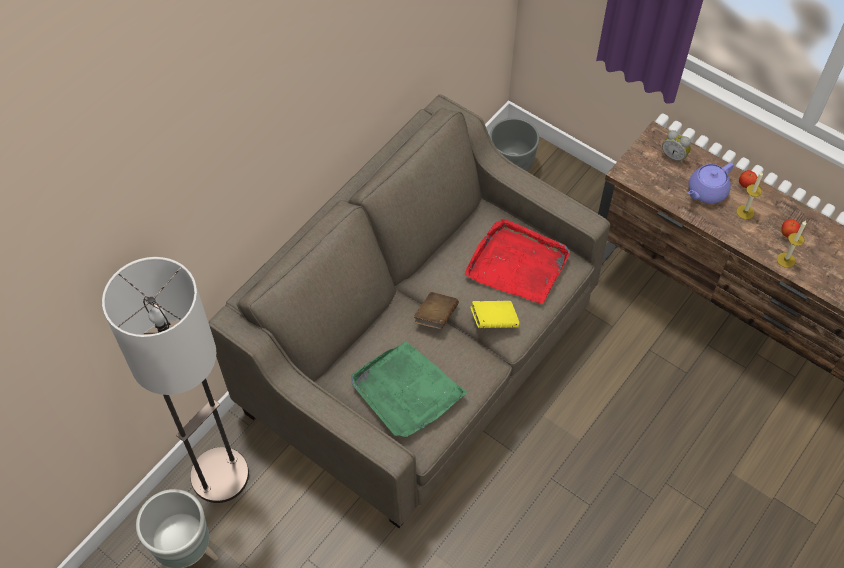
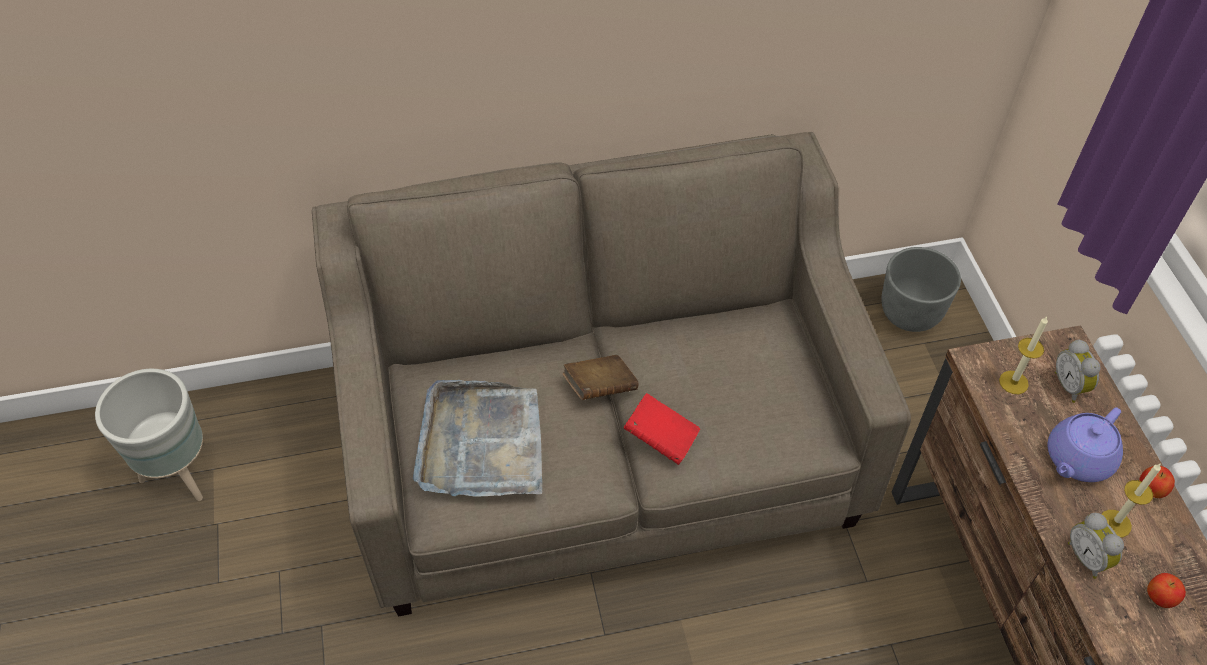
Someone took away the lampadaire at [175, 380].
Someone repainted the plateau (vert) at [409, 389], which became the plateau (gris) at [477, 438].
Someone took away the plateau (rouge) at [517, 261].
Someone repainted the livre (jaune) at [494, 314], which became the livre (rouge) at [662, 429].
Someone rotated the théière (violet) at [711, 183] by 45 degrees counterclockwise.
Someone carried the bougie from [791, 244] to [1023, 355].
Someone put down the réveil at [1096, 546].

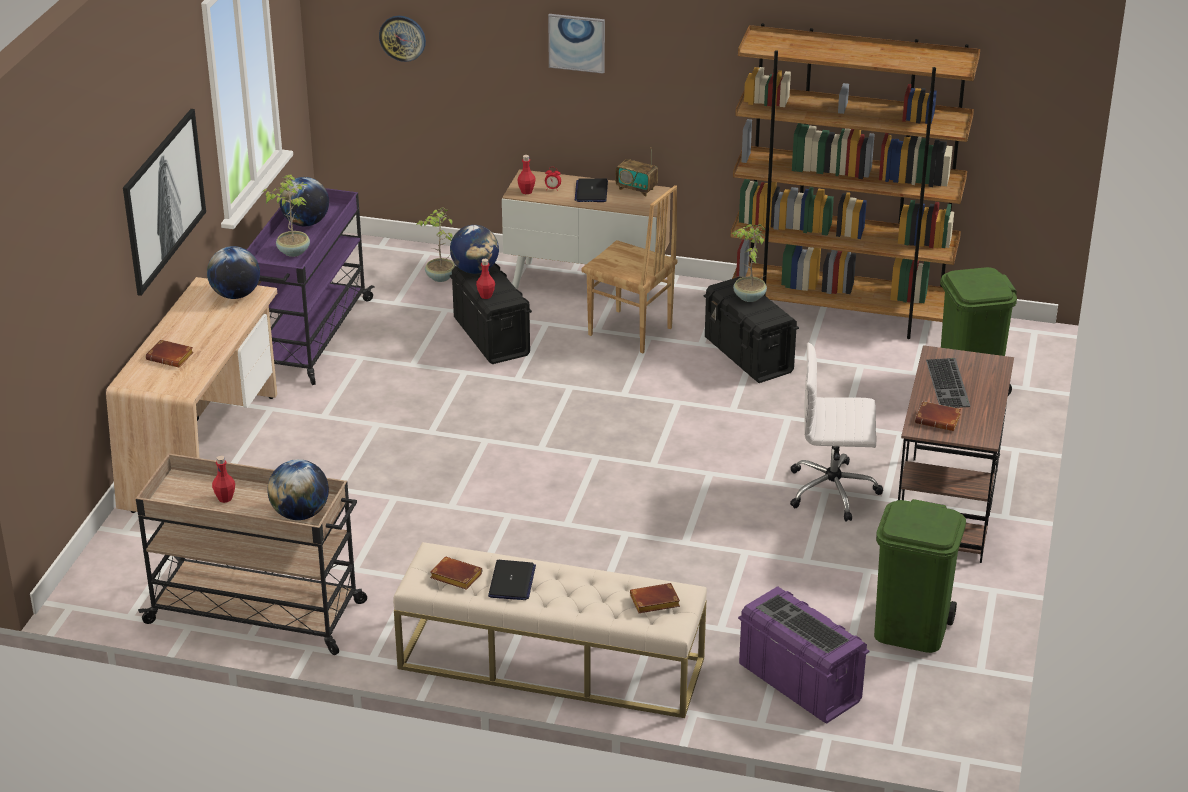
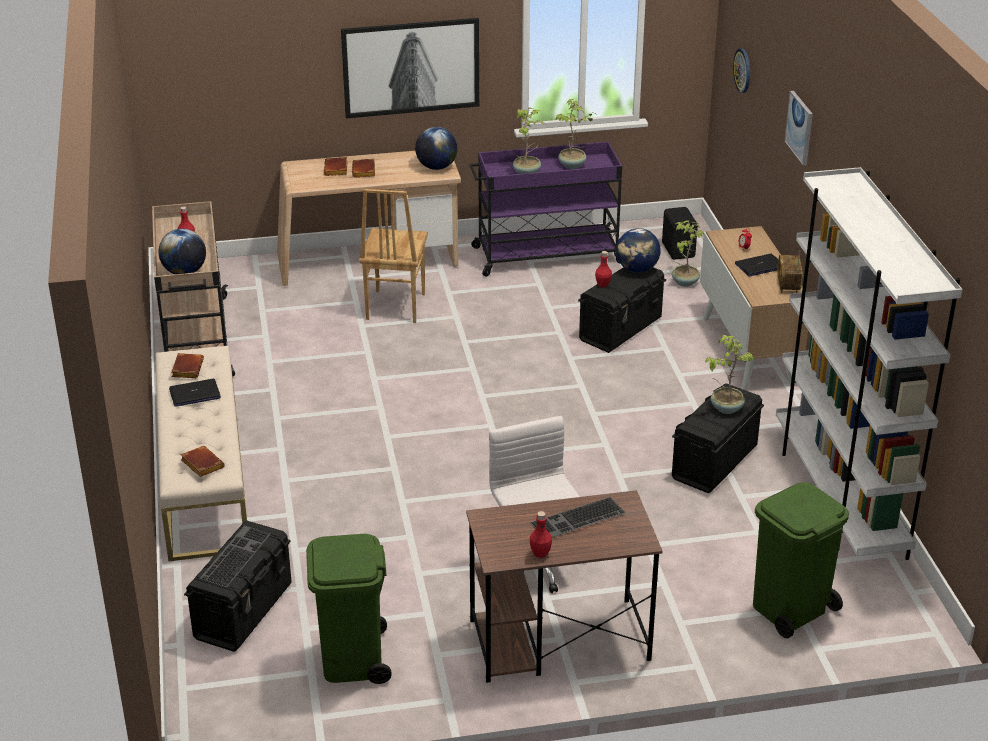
Someone swapped the globe at [304, 201] for the plante en pot at [576, 134].
Someone carried the bouteille (rouge) from [526, 174] to [541, 534].
Someone carried the chaise (marron) from [629, 269] to [393, 256].
Someone repainted the bibliothèque (marron) at [855, 181], which became the bibliothèque (blanc) at [869, 363].
Someone repainted the boîte de rangement (violet) at [803, 655], which became the boîte de rangement (noir) at [238, 586].
Someone carried the livre (marron) from [938, 416] to [363, 168].
Someone put down the enceinte (noir) at [680, 233].

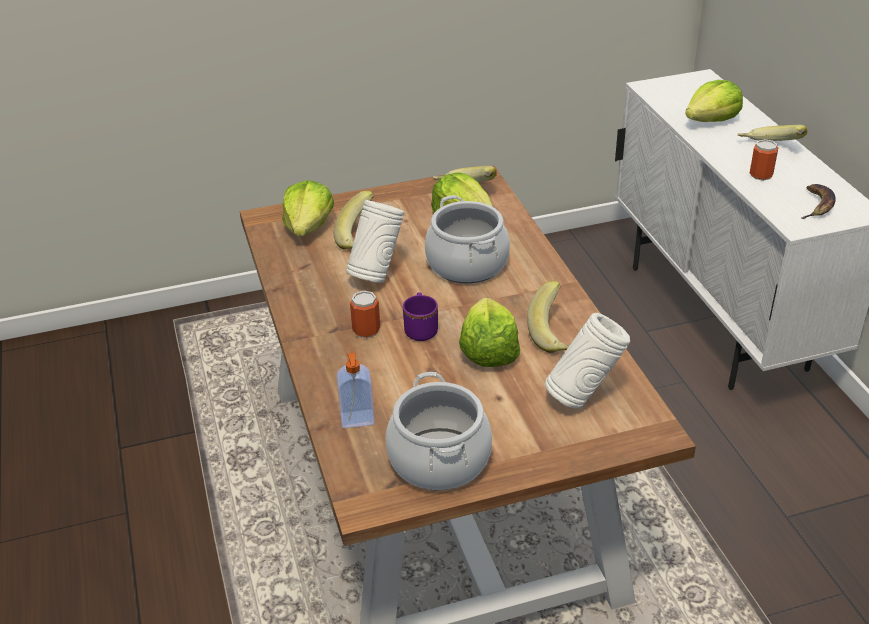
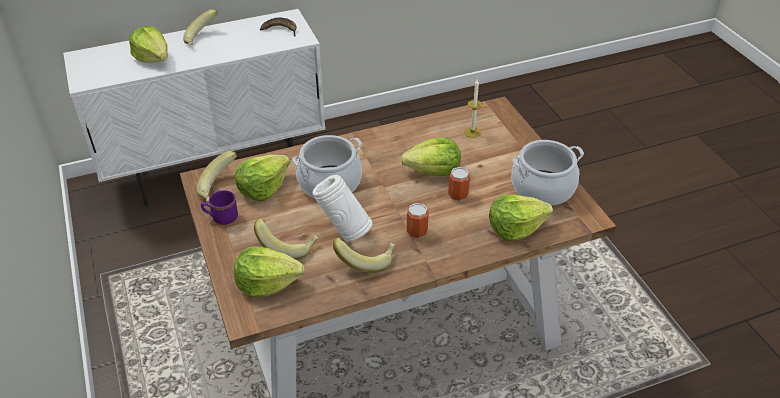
Someone swapped the distributeur de savon at [355, 390] for the laitue at [521, 218].
Someone carried the mug (violet) from [420, 316] to [219, 207].
Someone carried the banane from [548, 317] to [364, 255].
Someone swapped the vase (blanc) at [587, 361] for the bougie at [473, 108].
Someone carried the boîte métallique from [764, 160] to [459, 184].

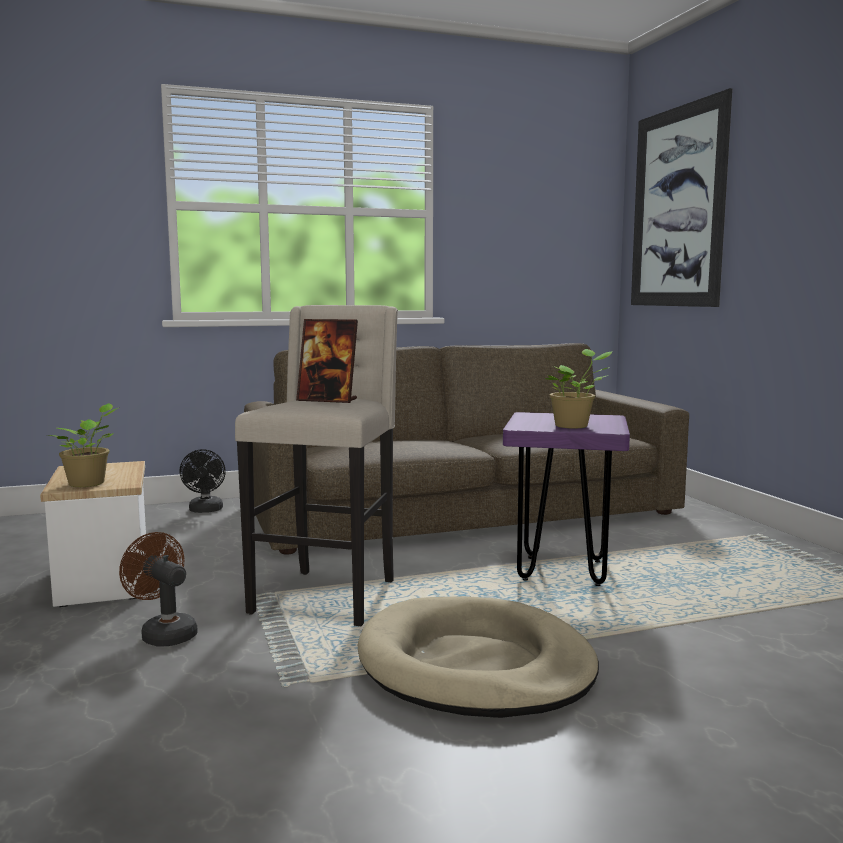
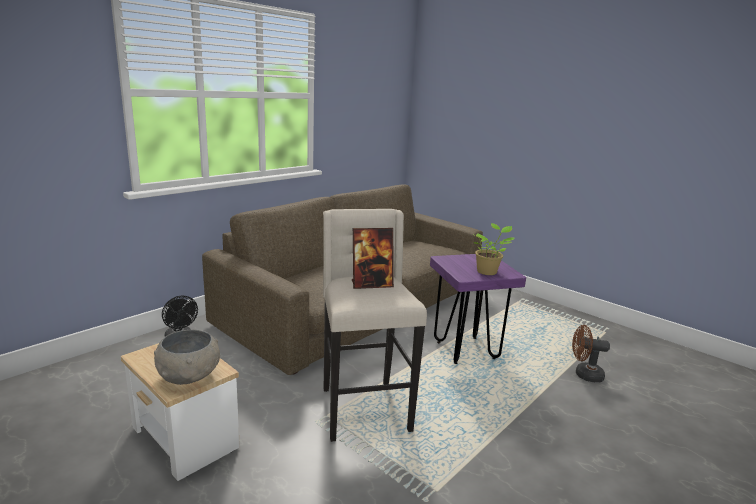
Someone swapped the plante en pot at [82, 445] for the bol (gris) at [187, 357].
Someone carried the ventilateur (marron) from [158, 589] to [591, 354].
Someone took away the panier pour chien (beige) at [478, 657].
Someone took away the tableau at [681, 197].

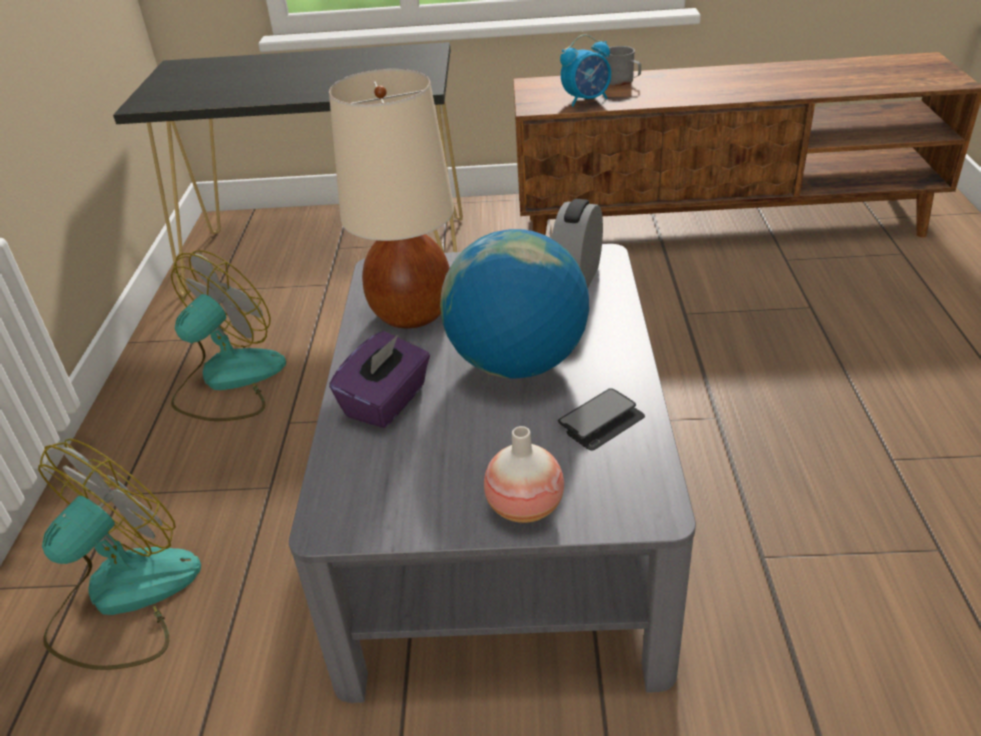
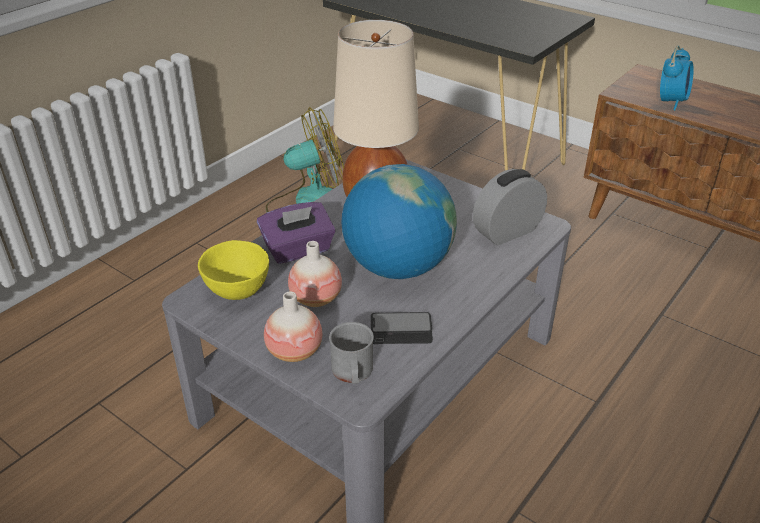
Someone took away the ventilateur at [119, 554].
Someone rotated the réveil at [585, 70] by 75 degrees counterclockwise.
Someone carried the mug (gris) from [623, 66] to [351, 353].
Someone put down the bol (jaune) at [233, 270].
Someone put down the vase at [315, 274].

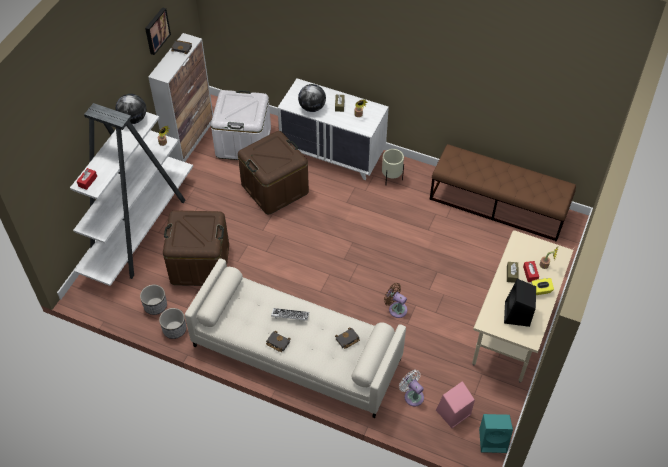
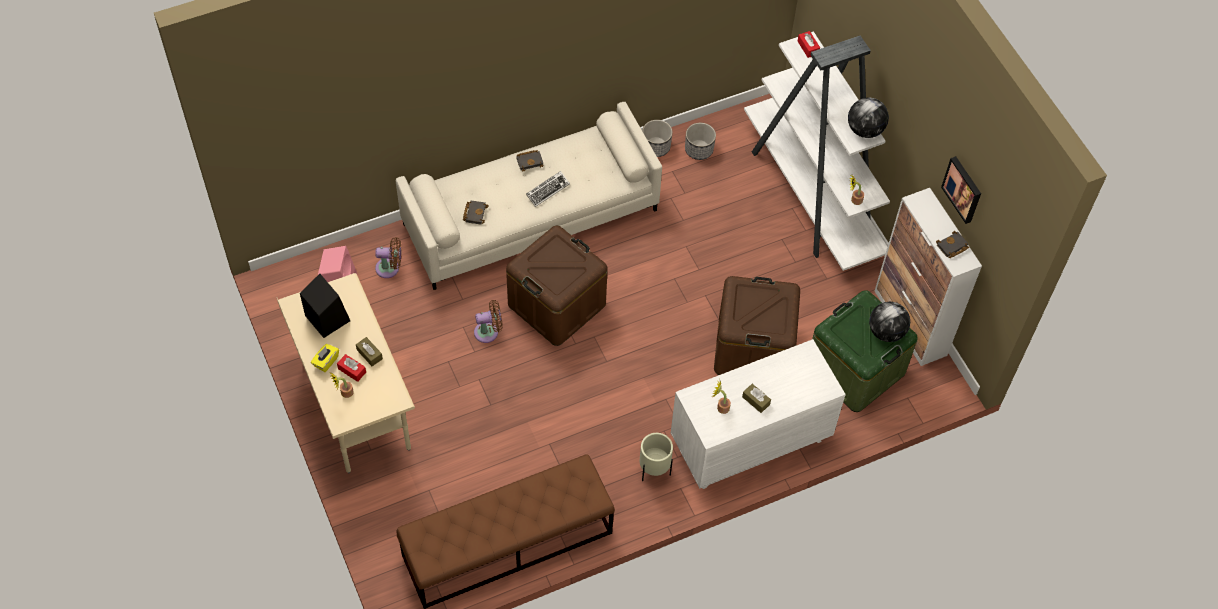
Someone carried the boîte de rangement (marron) from [196, 248] to [557, 286].
Someone repainted the boîte de rangement (blanc) at [241, 125], which became the boîte de rangement (vert) at [865, 351].
Someone carried the globe from [312, 98] to [889, 322].
Someone repainted the ventilateur (blanc) at [411, 388], which became the ventilateur (marron) at [388, 257].
Someone took away the enceinte (turquoise) at [496, 433].

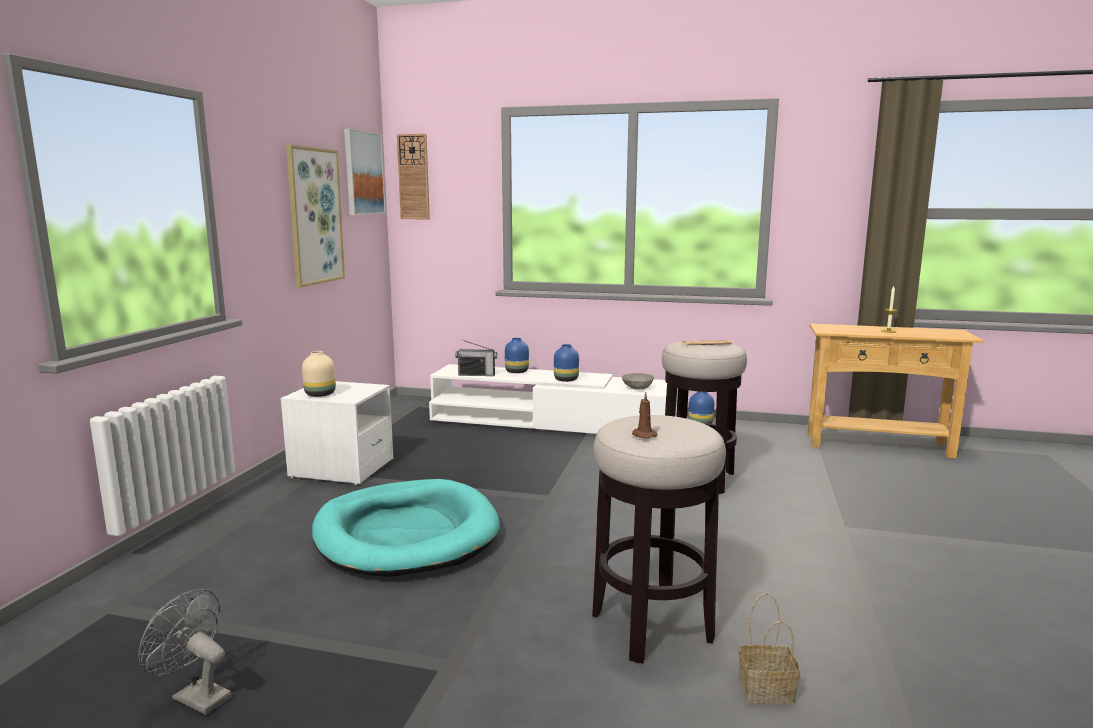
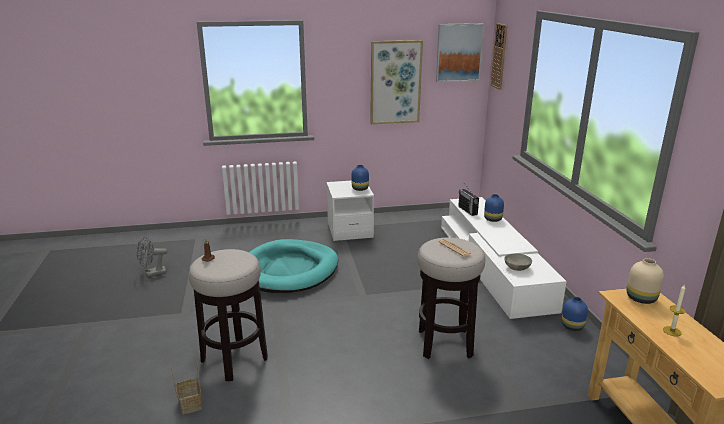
Someone rotated the ventilateur (gris) at [185, 652] by 120 degrees counterclockwise.
Someone carried the vase (beige) from [319, 374] to [645, 281].
Someone carried the vase (bleu) from [566, 363] to [360, 178].

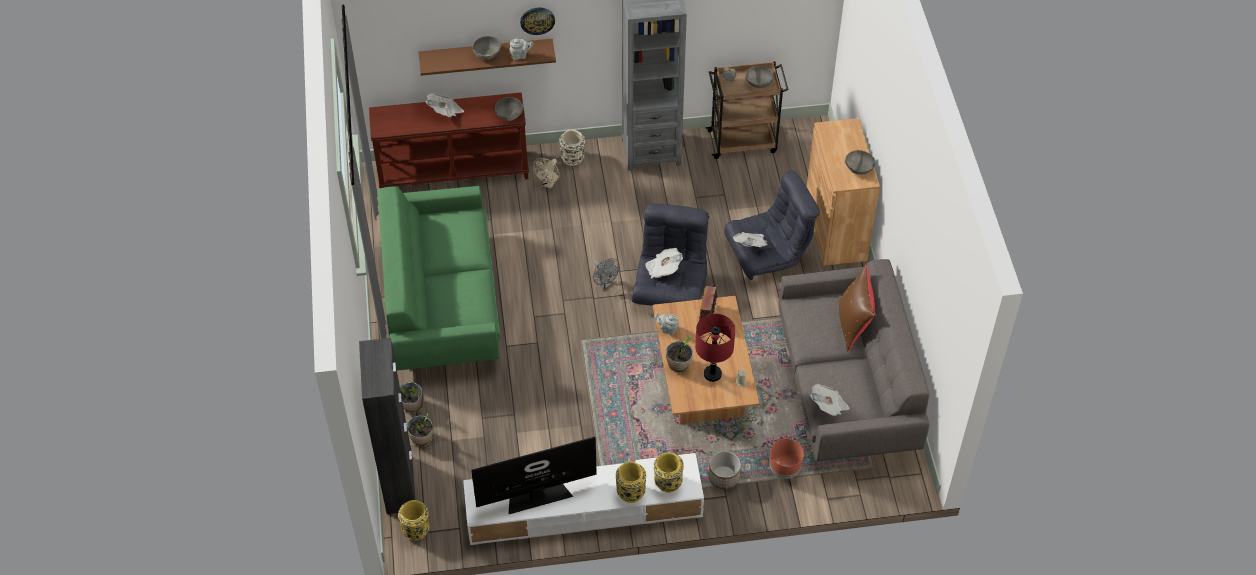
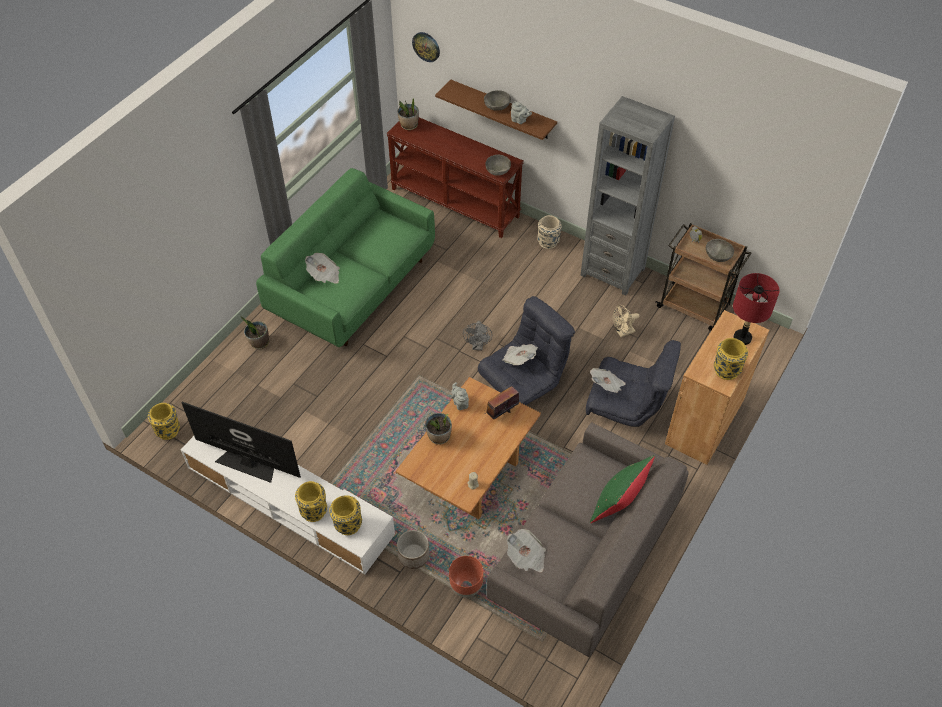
Someone took away the meuble de rangement (noir) at [387, 426].
Someone carried the plante en pot from [420, 429] to [408, 114].
Someone carried the journal from [444, 105] to [322, 268].
Someone carried the horloge murale from [537, 21] to [426, 47].
Someone carried the ventilateur (beige) from [546, 173] to [626, 321].
Someone carried the lampe de table (rouge) from [715, 348] to [756, 309].
Someone repainted the coussin (marron) at [857, 308], which became the coussin (vert) at [622, 489].
Someone swapped the bol (gris) at [860, 162] for the vase (jaune) at [731, 359].

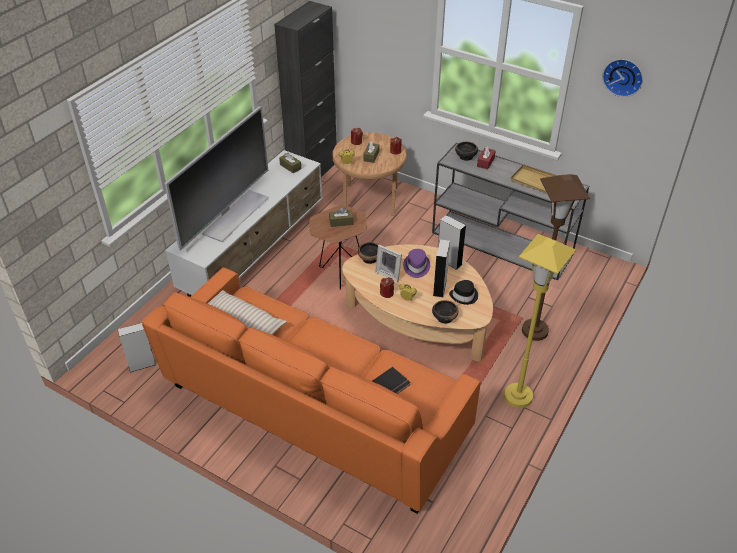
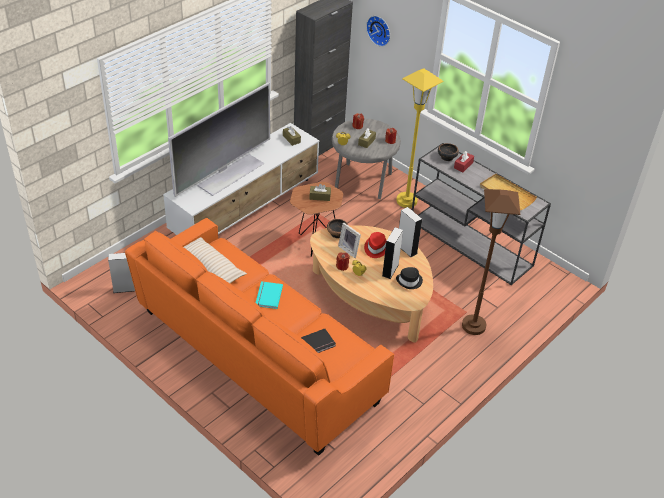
Someone repainted the table d'appoint (marron) at [370, 173], which became the table d'appoint (gris) at [366, 159].
Someone repainted the chapeau (violet) at [416, 263], which became the chapeau (rouge) at [375, 245].
Someone took away the bol at [445, 312].
Someone carried the lampadaire (jaune) from [540, 321] to [420, 138].
Someone carried the horloge murale from [622, 78] to [378, 31].
Someone put down the livre (turquoise) at [269, 295].

